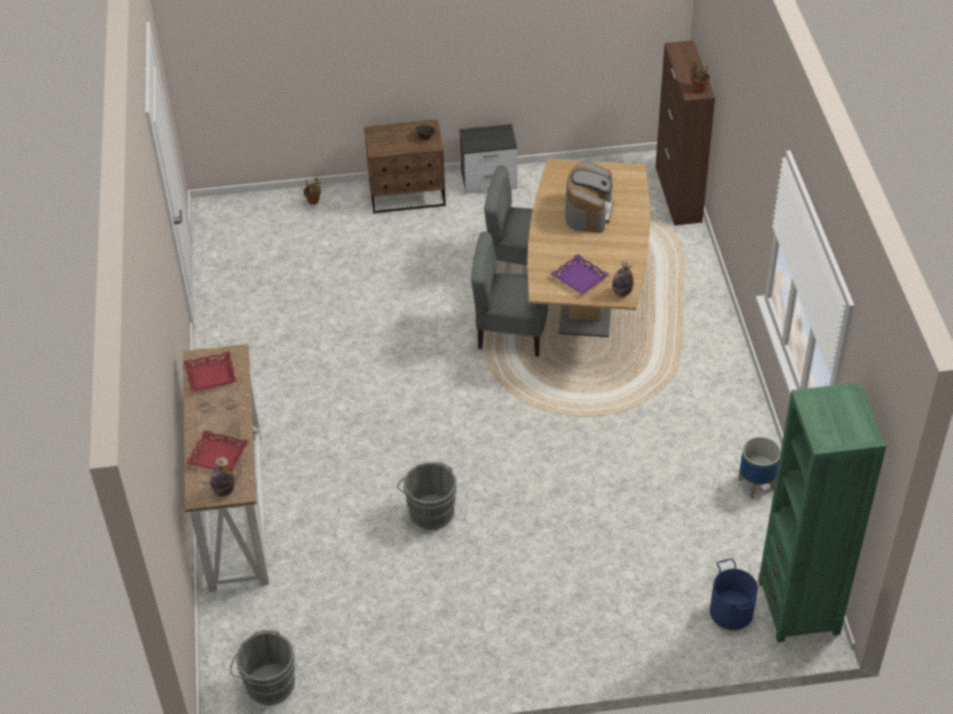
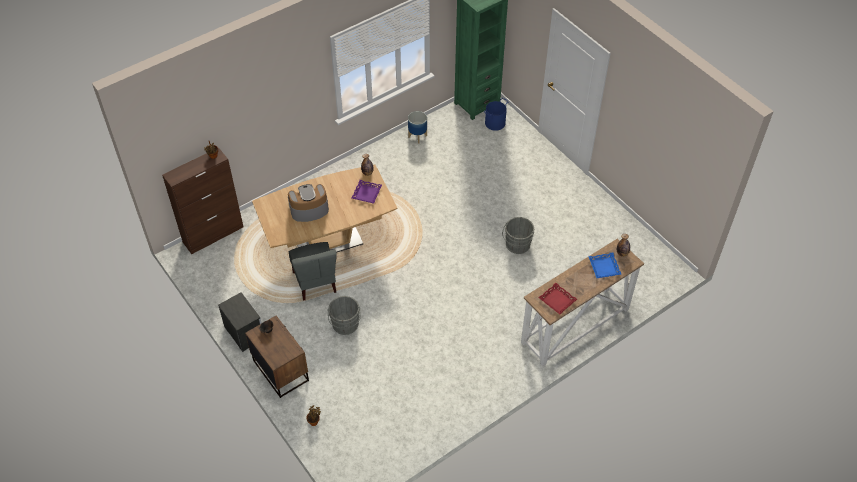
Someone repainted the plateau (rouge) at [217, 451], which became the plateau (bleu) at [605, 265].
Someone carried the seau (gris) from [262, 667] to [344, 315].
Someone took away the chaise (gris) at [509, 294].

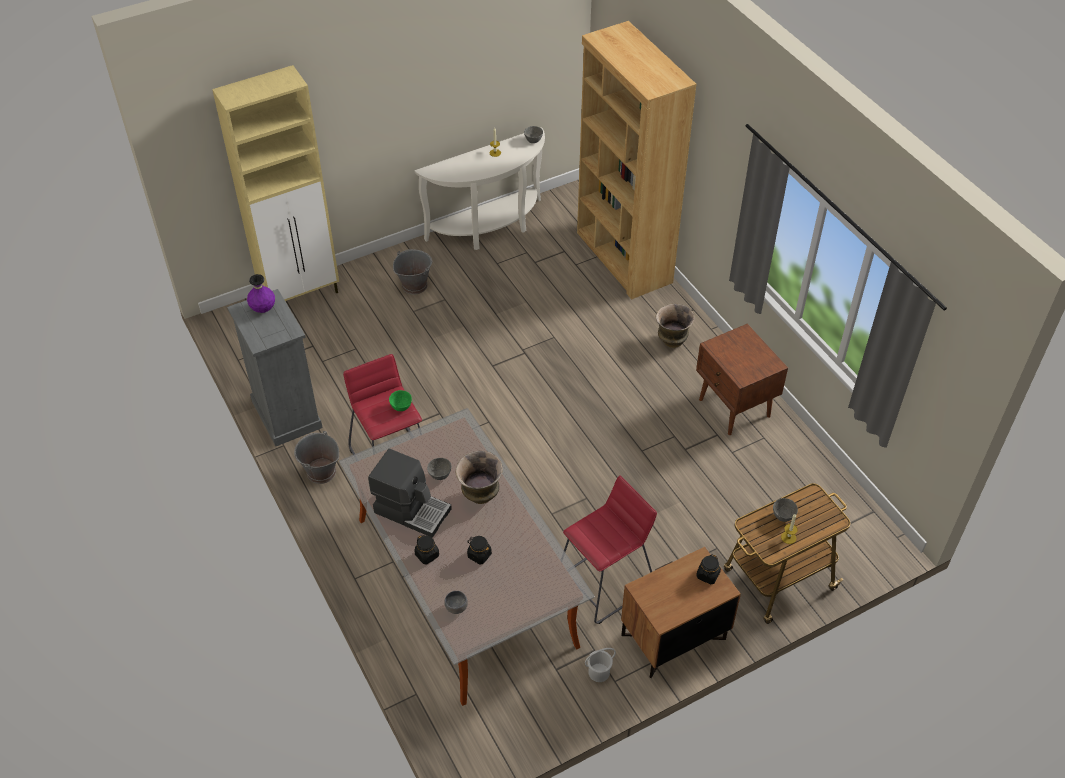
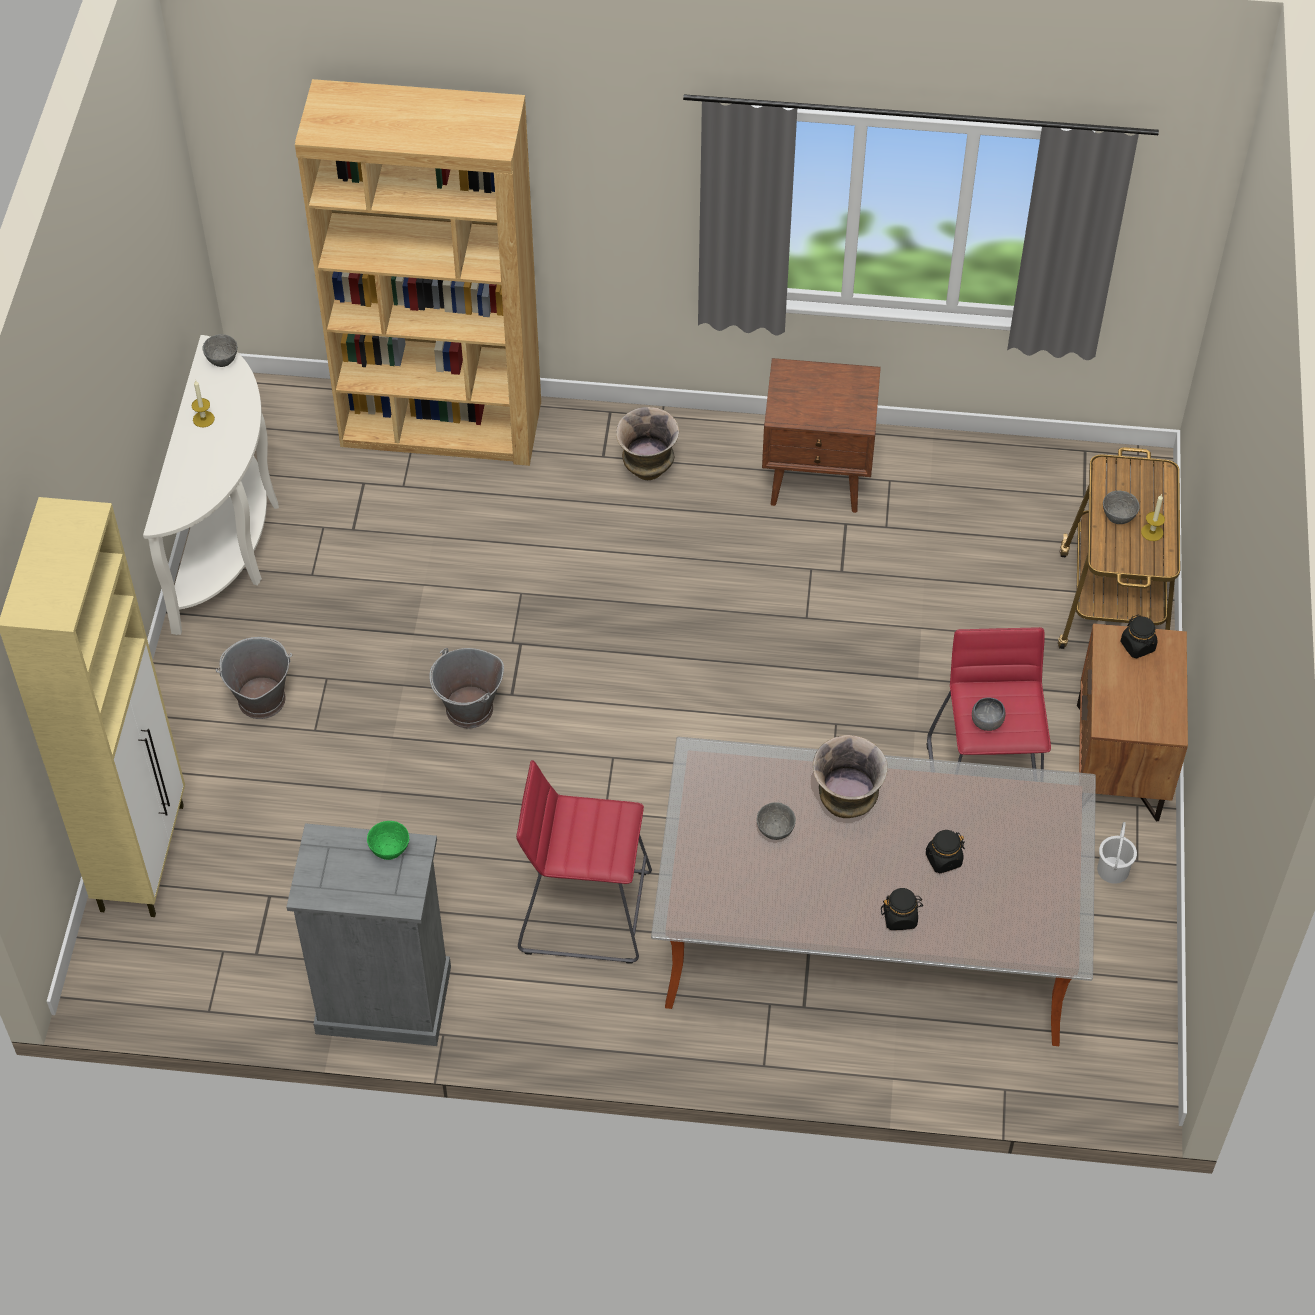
Someone took away the vase (violet) at [261, 293].
Someone carried the seau (gris) from [316, 457] to [466, 688].
Someone took away the machine à café at [410, 493].
Someone carried the bol (vert) from [400, 400] to [388, 840].
Someone carried the bol (gris) from [456, 602] to [989, 714].

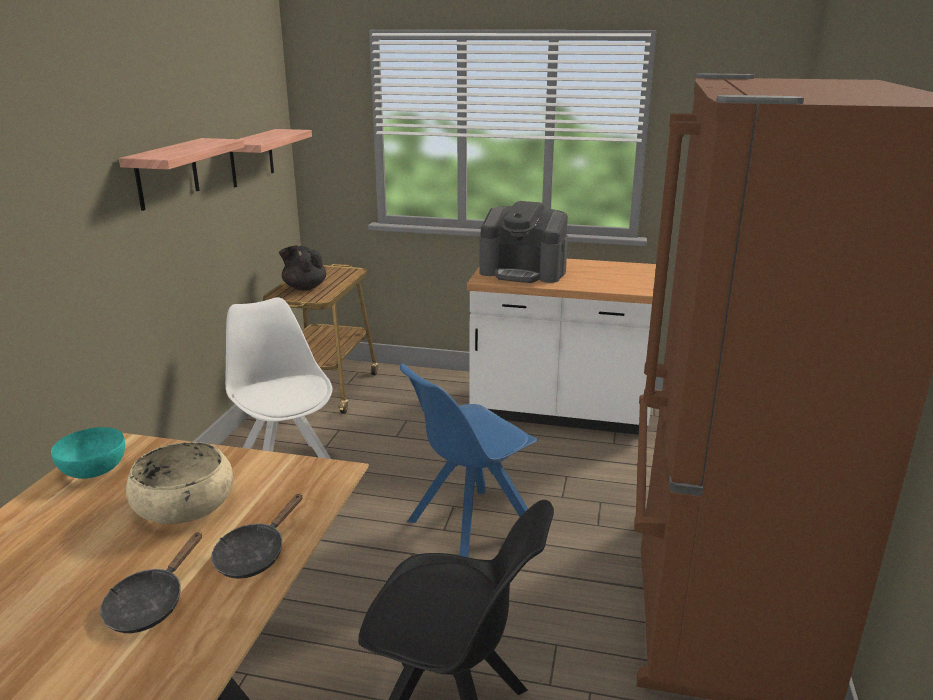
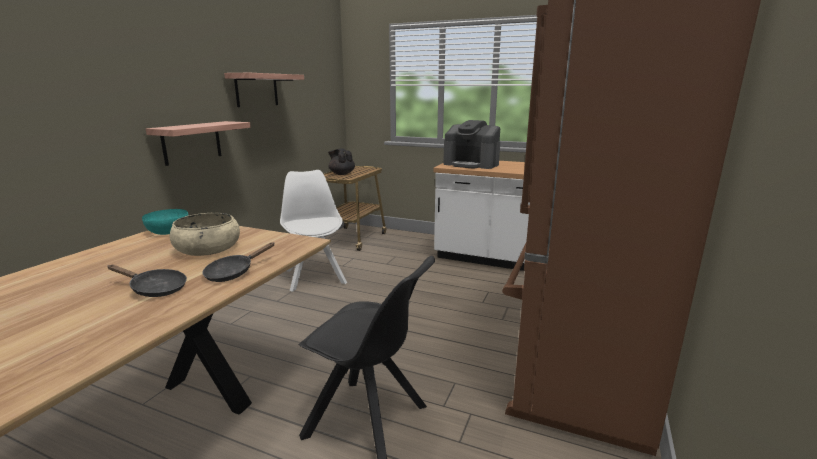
Someone rotated the poêle (noir) at [151, 582] by 105 degrees counterclockwise.
Someone carried the étagère from [271, 158] to [198, 143].
Someone took away the chaise (bleu) at [469, 461].

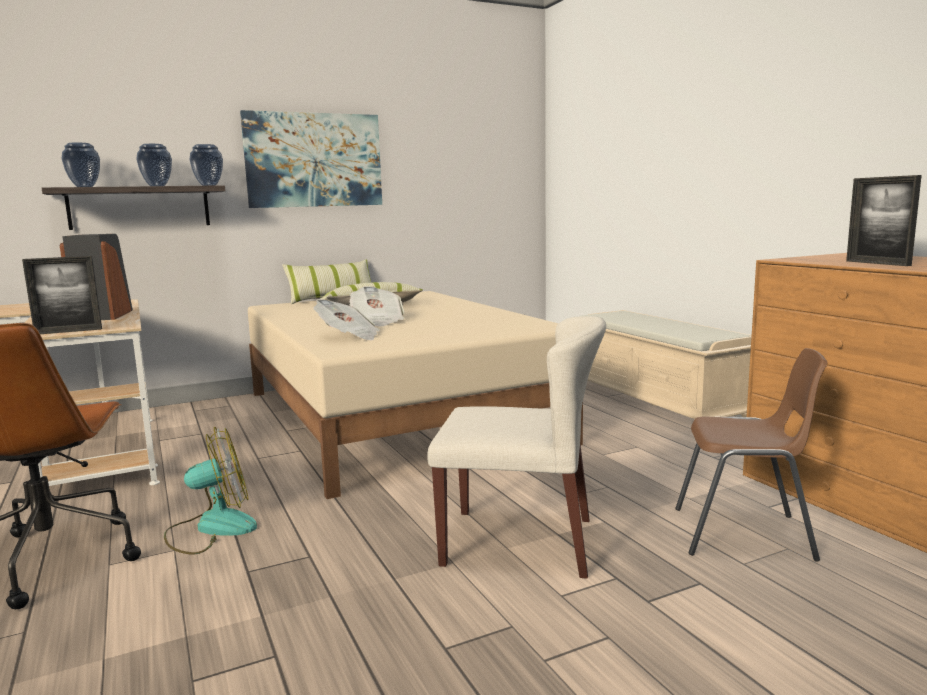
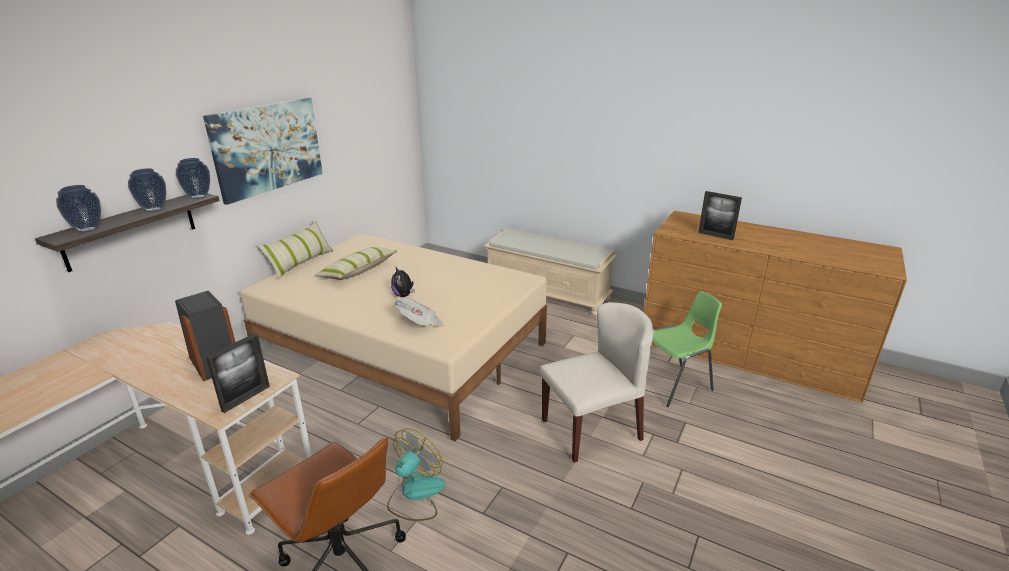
Someone swapped the journal at [377, 306] for the peluche at [403, 281].
Someone repainted the chaise (marron) at [751, 455], which became the chaise (vert) at [687, 349].

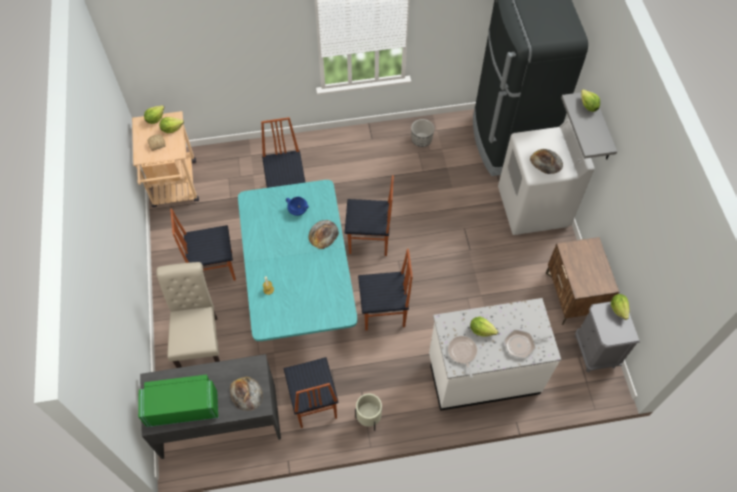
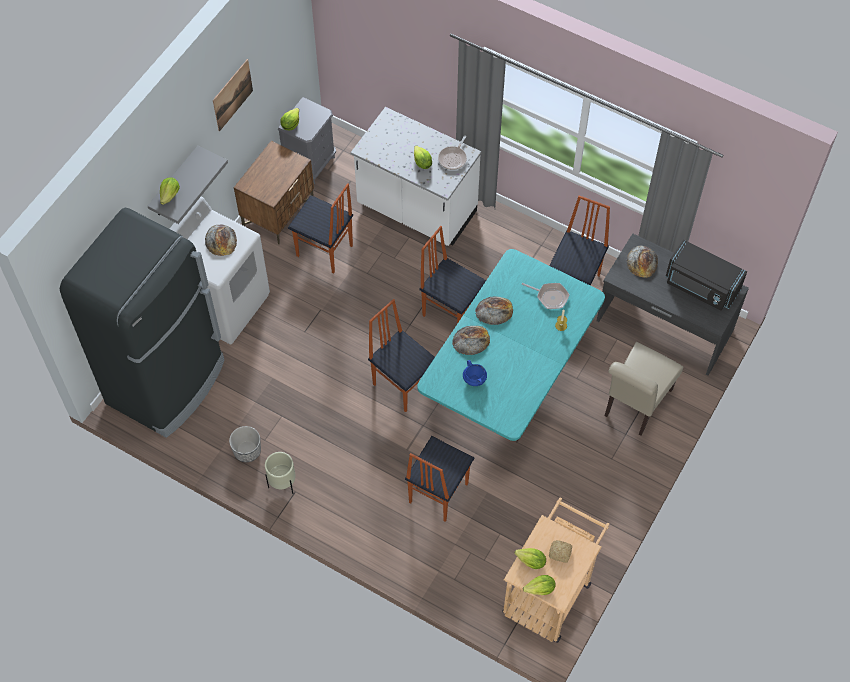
Someone repainted the micro-ondes (vert) at [178, 401], which became the micro-ondes (noir) at [706, 275].
Someone carried the chaise from [203, 244] to [320, 228].
Someone carried the cache-pot (beige) from [368, 412] to [280, 473].
Someone carried the poêle from [527, 344] to [546, 296].
Someone put up the tableau at [233, 95].
Someone put down the pain at [494, 310].

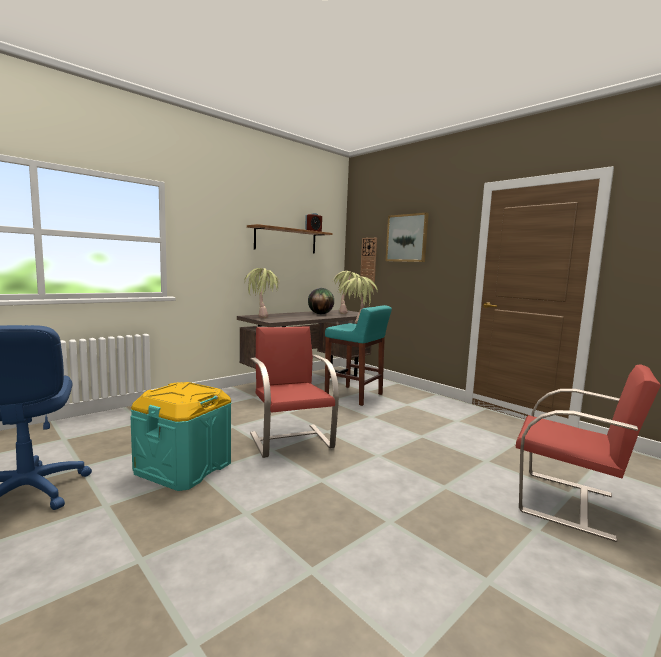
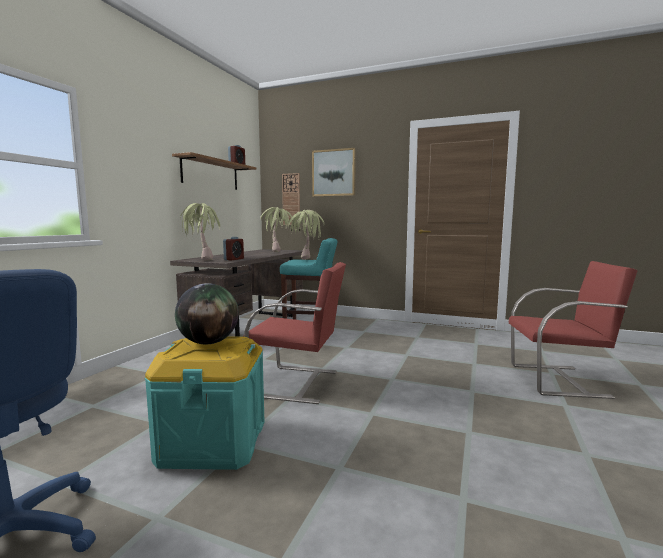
Someone rotated the chaise (rouge) at [294, 392] by 150 degrees clockwise.
Someone carried the globe from [321, 301] to [207, 313].
Someone put down the réveil at [233, 248].

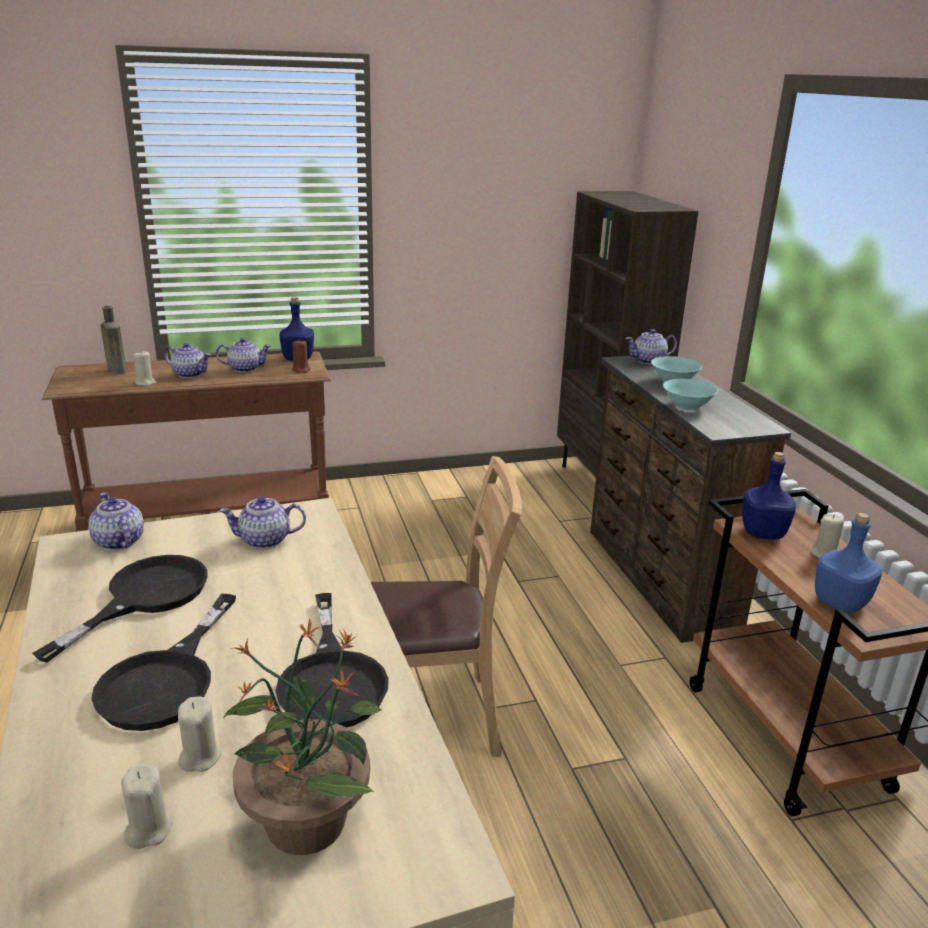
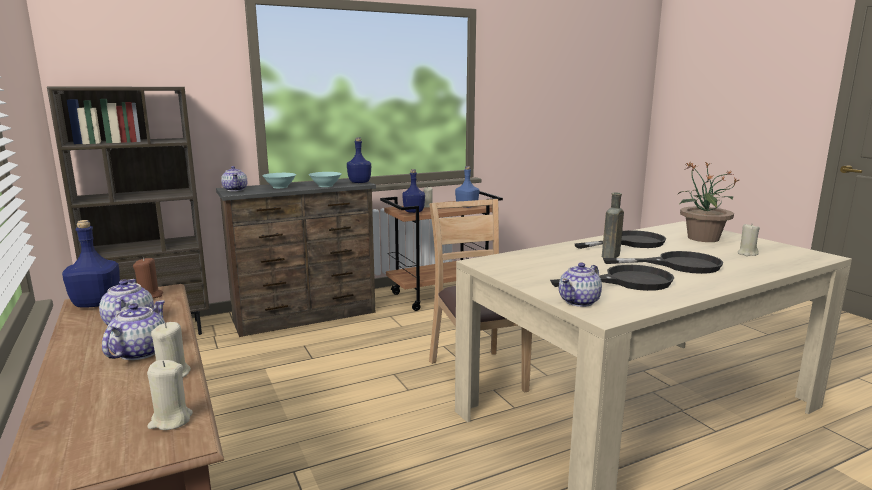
Someone rotated the poêle (noir) at [120, 609] by 150 degrees clockwise.
Someone carried the bouteille (marron) from [114, 340] to [613, 225].
Someone carried the bougie (beige) from [200, 734] to [170, 395].
Someone took away the théière at [262, 522].
Someone put down the bouteille (bleu) at [359, 160].

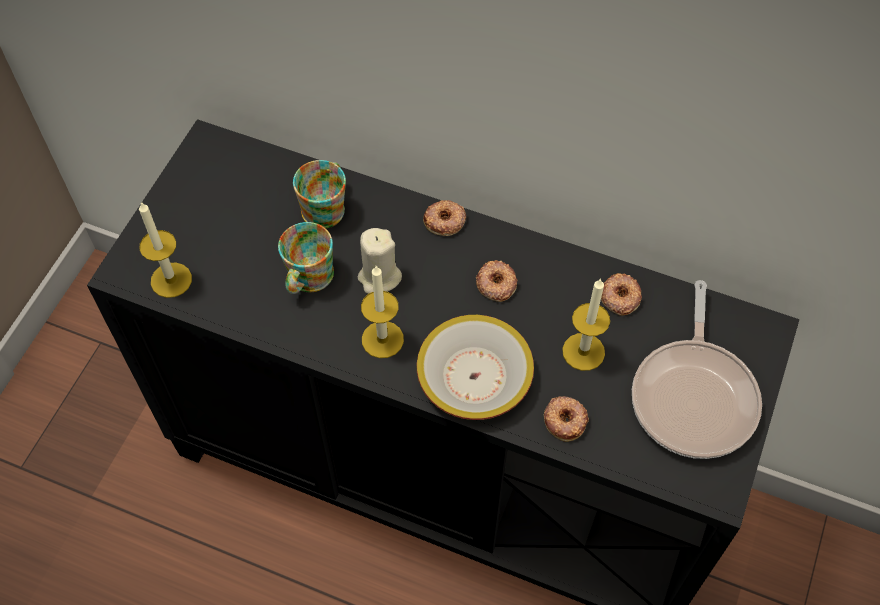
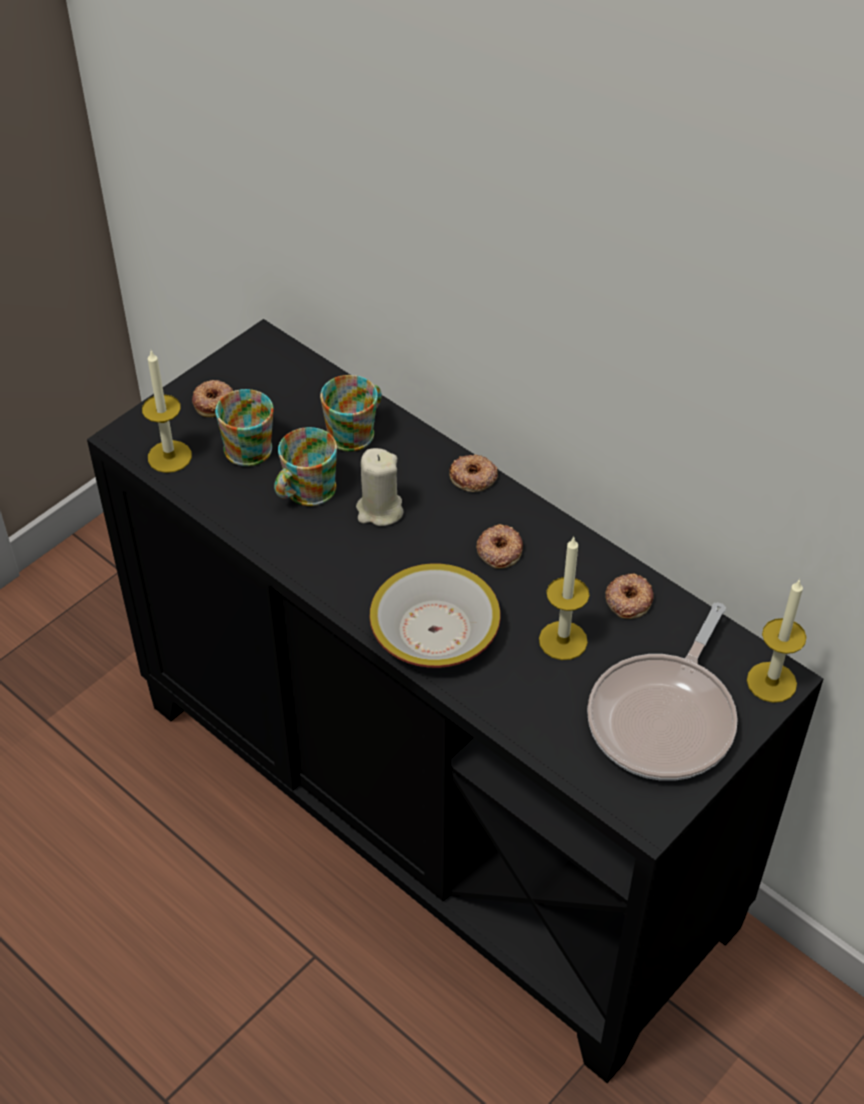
Someone carried the bougie from [382, 312] to [777, 641].
Someone carried the beignet from [566, 419] to [212, 398].
Someone put down the mug at [244, 427].

